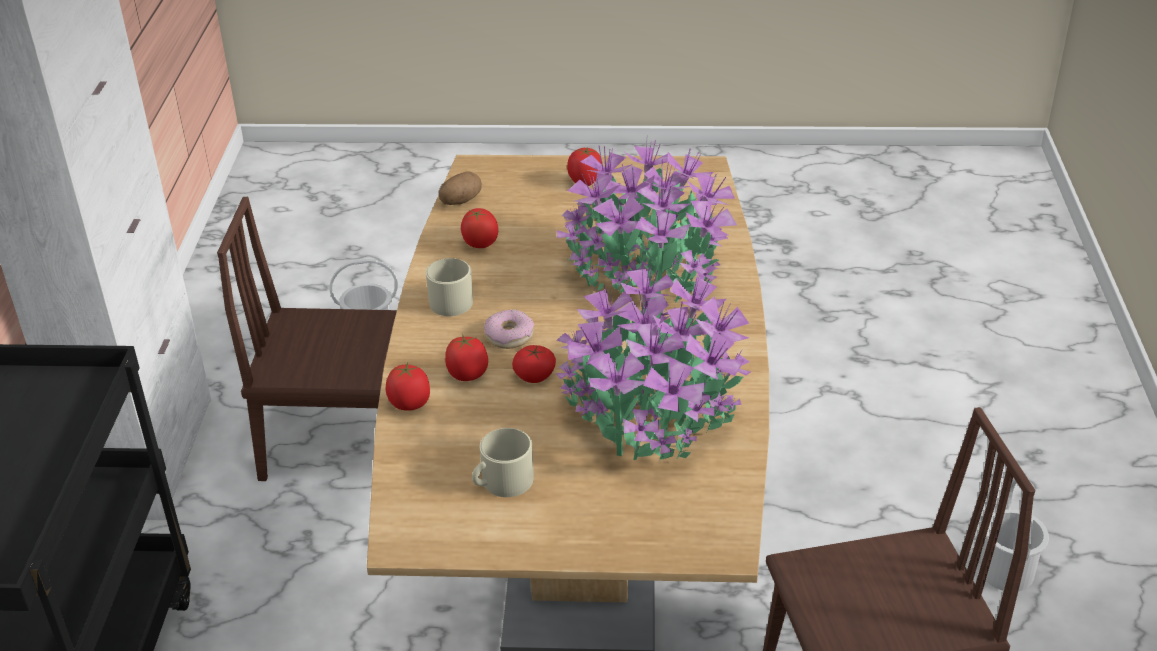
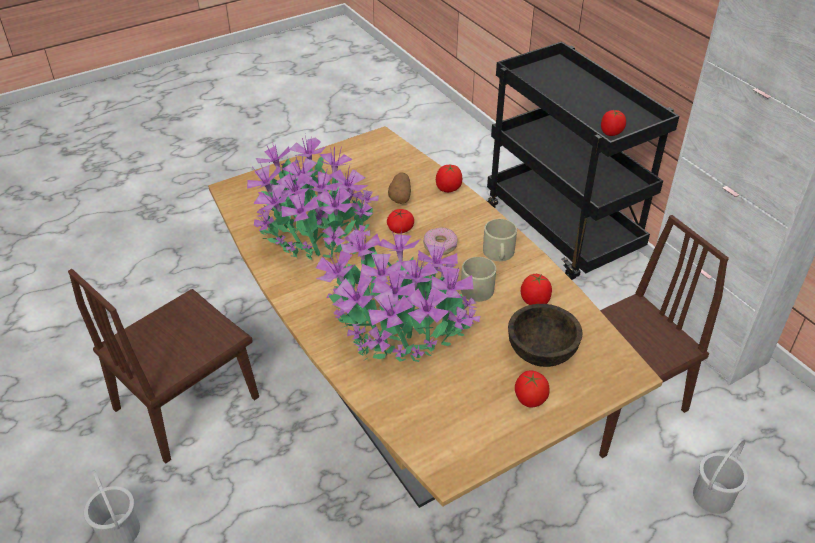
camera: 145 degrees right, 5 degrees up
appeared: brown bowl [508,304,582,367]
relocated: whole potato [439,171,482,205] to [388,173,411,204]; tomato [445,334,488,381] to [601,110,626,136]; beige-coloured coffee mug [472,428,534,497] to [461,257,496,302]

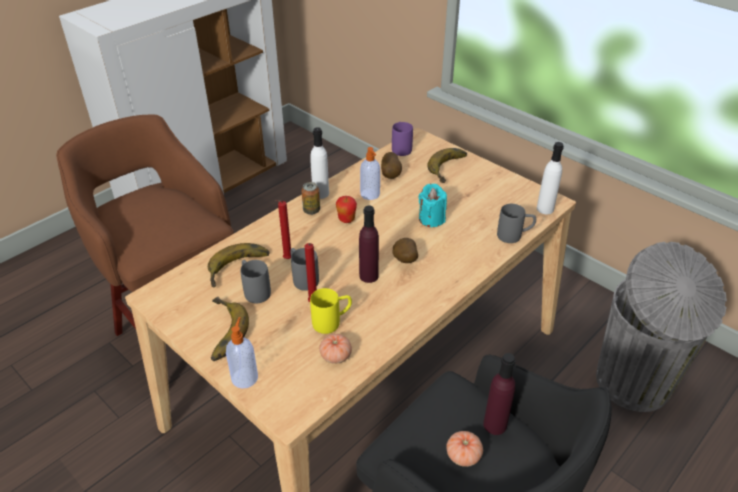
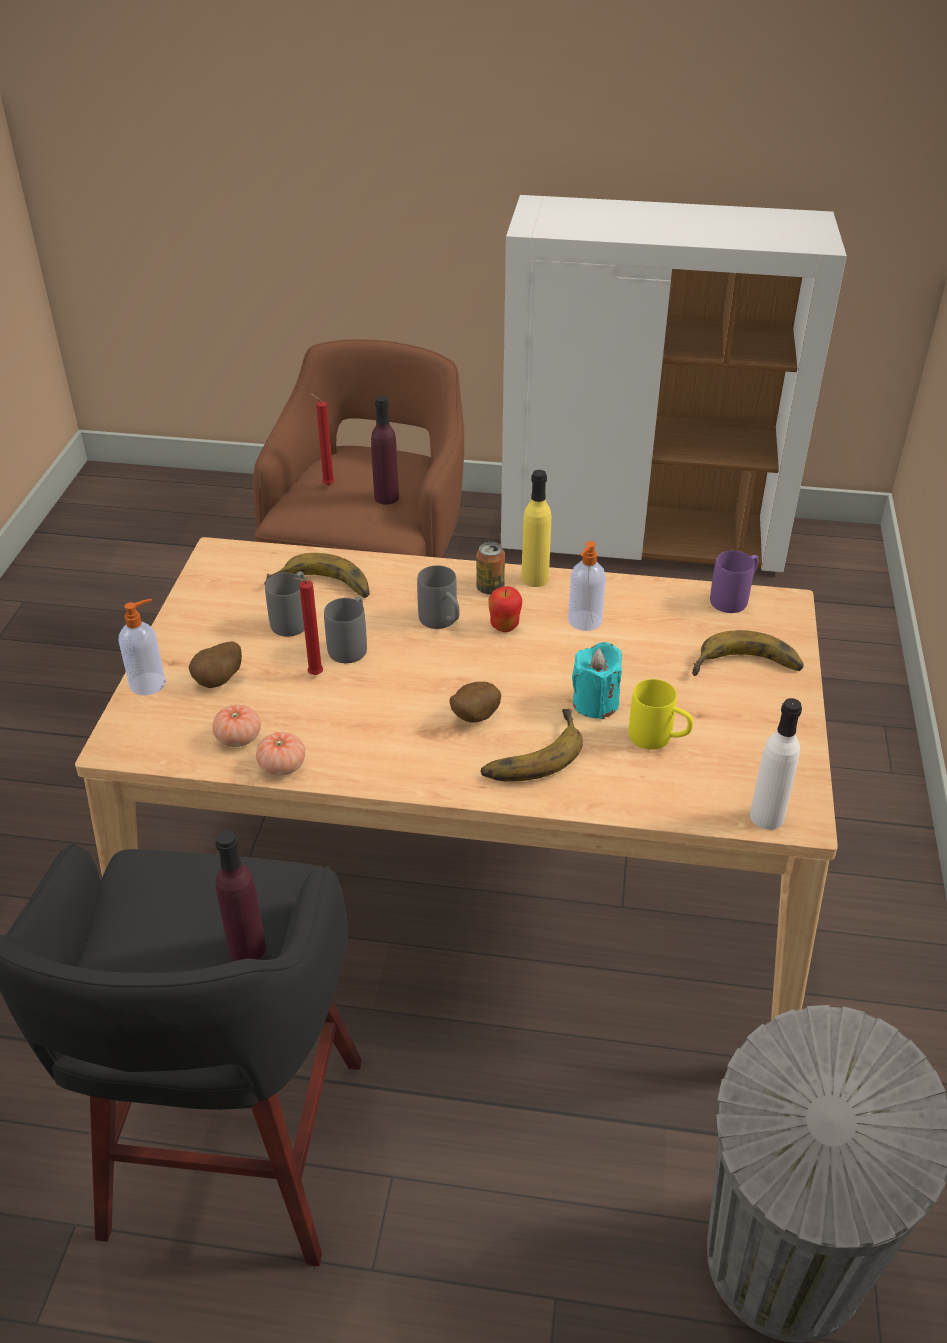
camera: 55 degrees right, 0 degrees up
relocated: banana fruit [211,297,249,361] to [480,709,583,782]; red-coloured candle [275,200,291,259] to [310,393,335,485]; yellow-coloured coffee mug [310,288,352,334] to [629,679,693,750]; purple-coloured drink bottle [359,205,379,283] to [371,396,399,505]; whole potato [381,152,402,179] to [189,641,242,688]; tomato [446,431,483,467] to [256,732,305,776]; greyish coffee mug [497,204,536,243] to [417,565,460,629]
colour: whitish drink bottle [310,127,329,199] to yellow-coloured drink bottle [522,470,551,587]

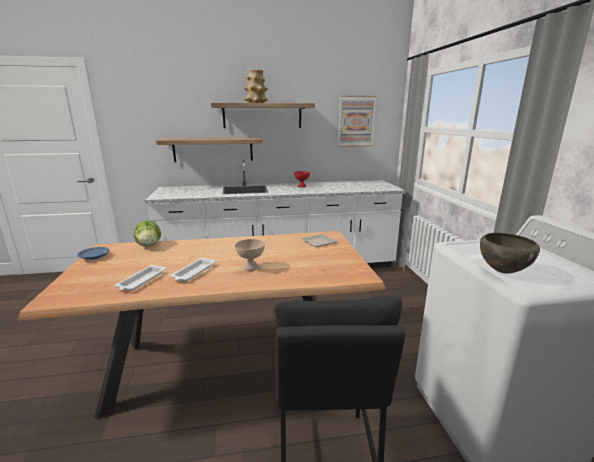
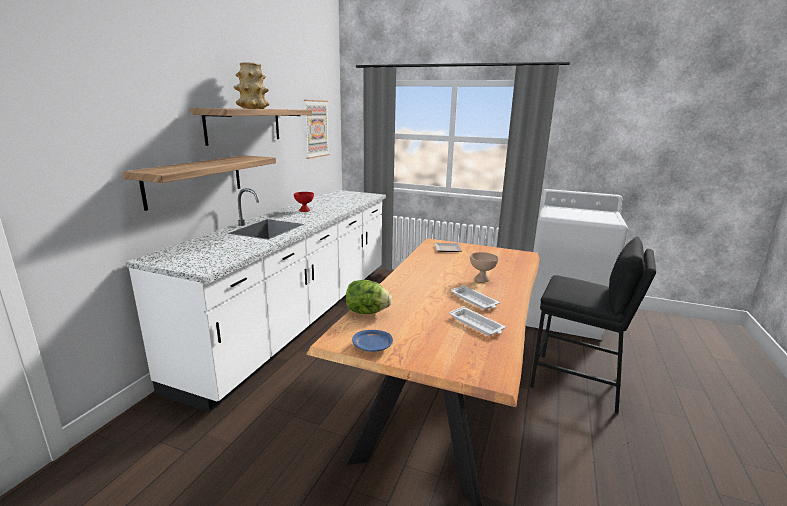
camera: 60 degrees left, 0 degrees up
missing: brown bowl [480,233,540,274]

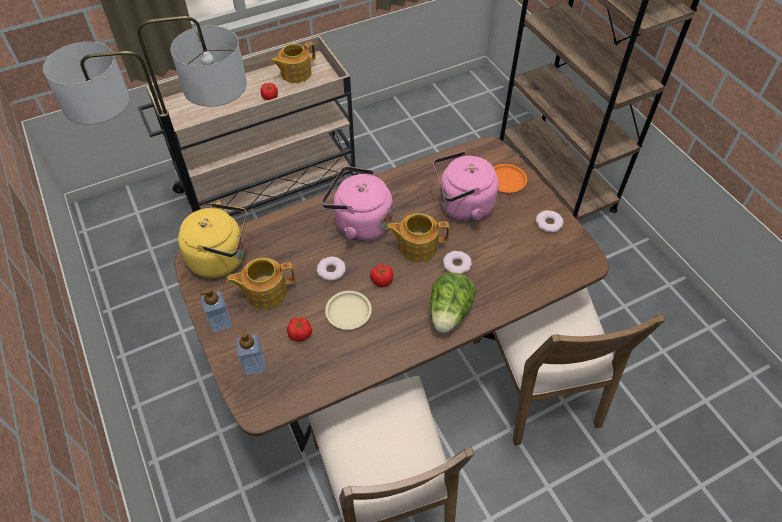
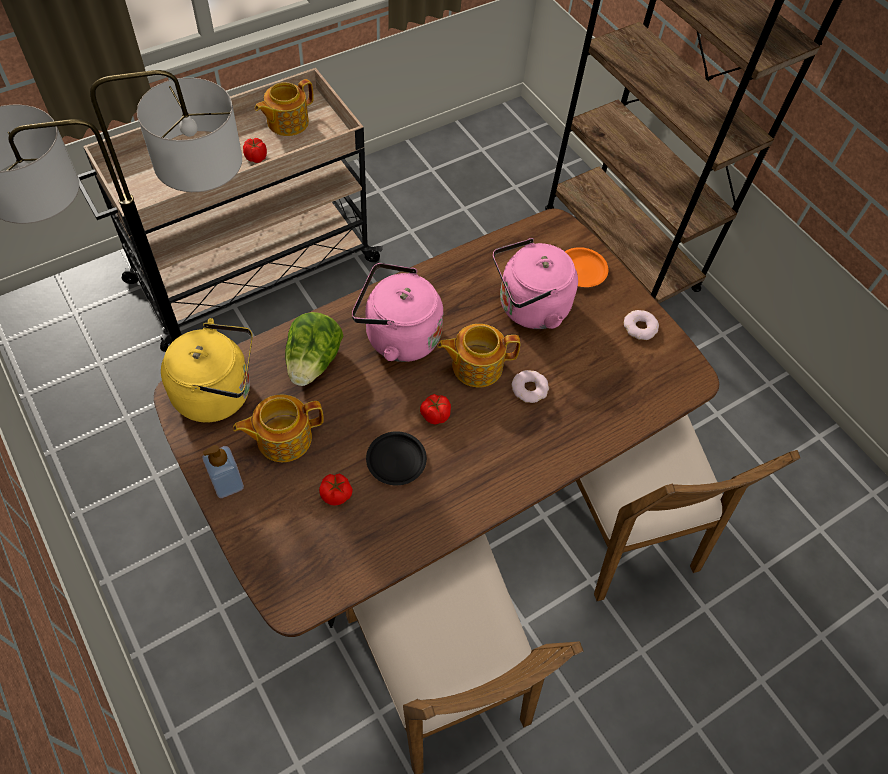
camera: 10 degrees left, 5 degrees up
missing: soap bottle [236,327,266,375]; doughnut [317,257,346,281]
relocated: head of lettuce [430,273,476,333] to [285,312,343,386]
colour: beige-coloured flat dish [325,291,372,330] to blackish flat dish [366,431,427,485]

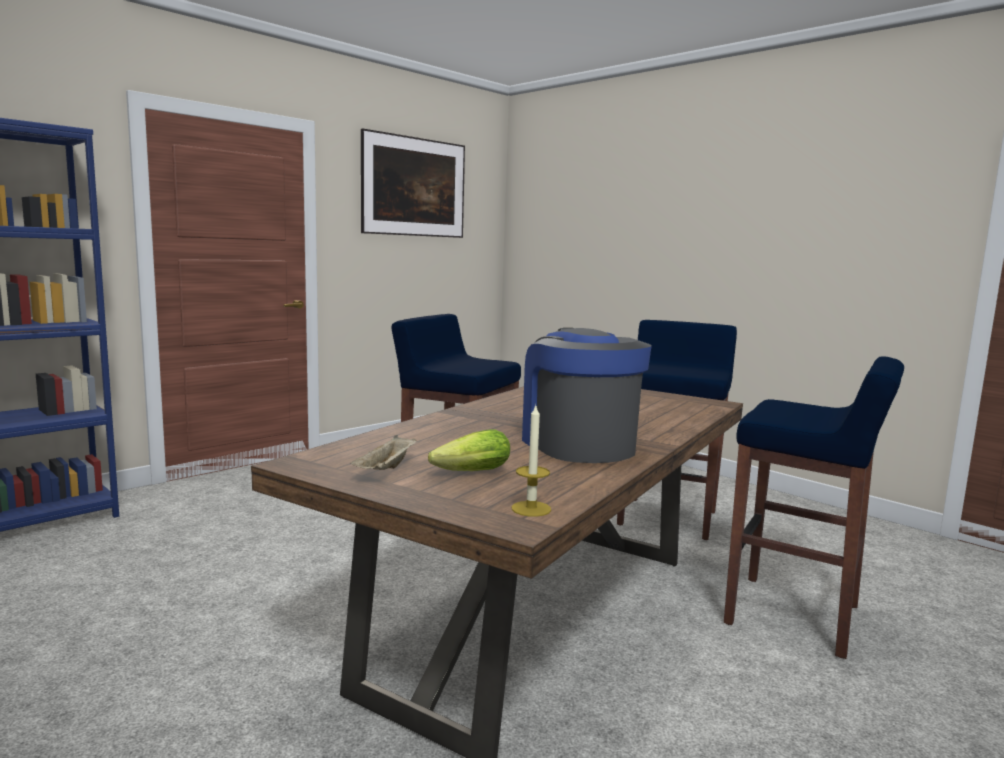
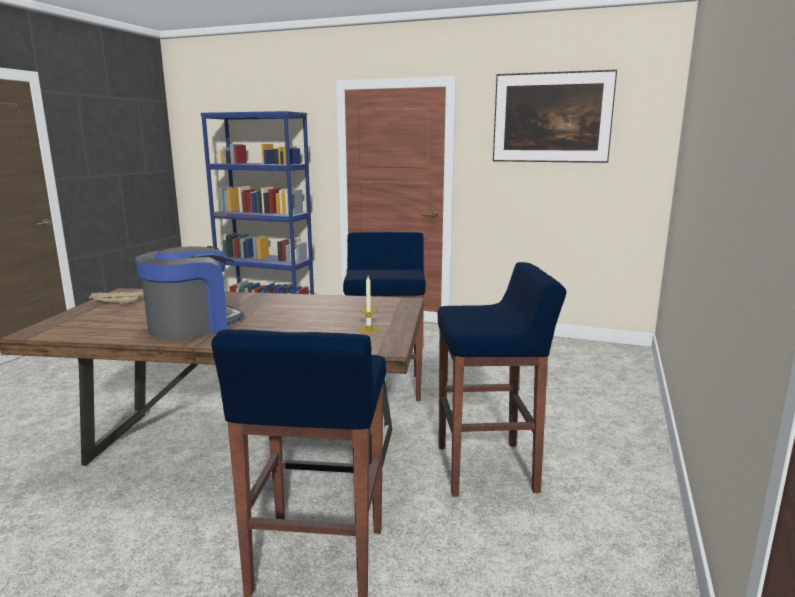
camera: 65 degrees right, 5 degrees up
missing: head of lettuce [428,429,510,471]
relocated: candle [511,403,551,517] to [359,276,379,334]

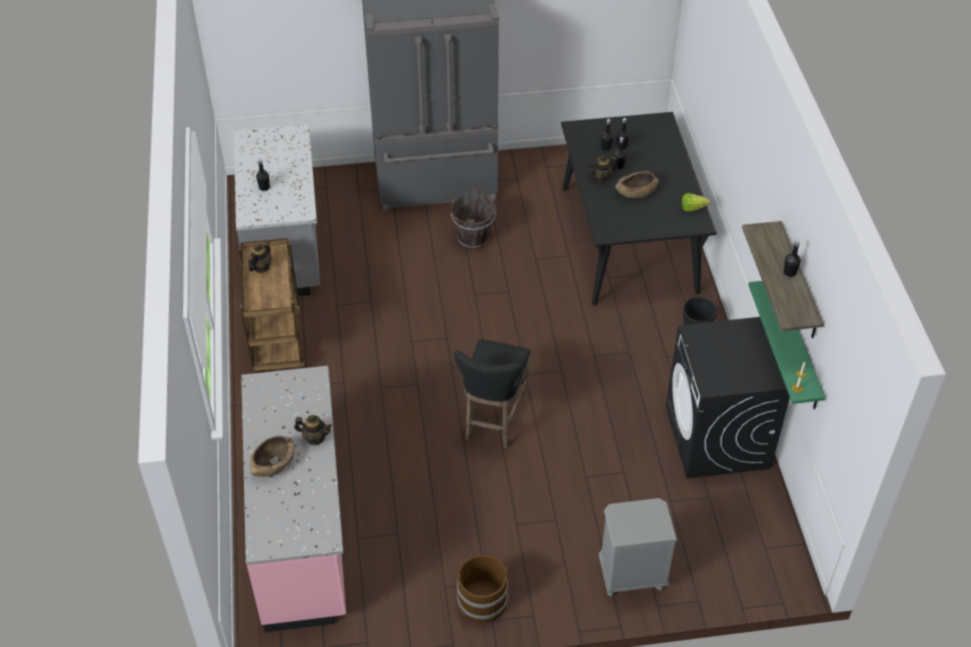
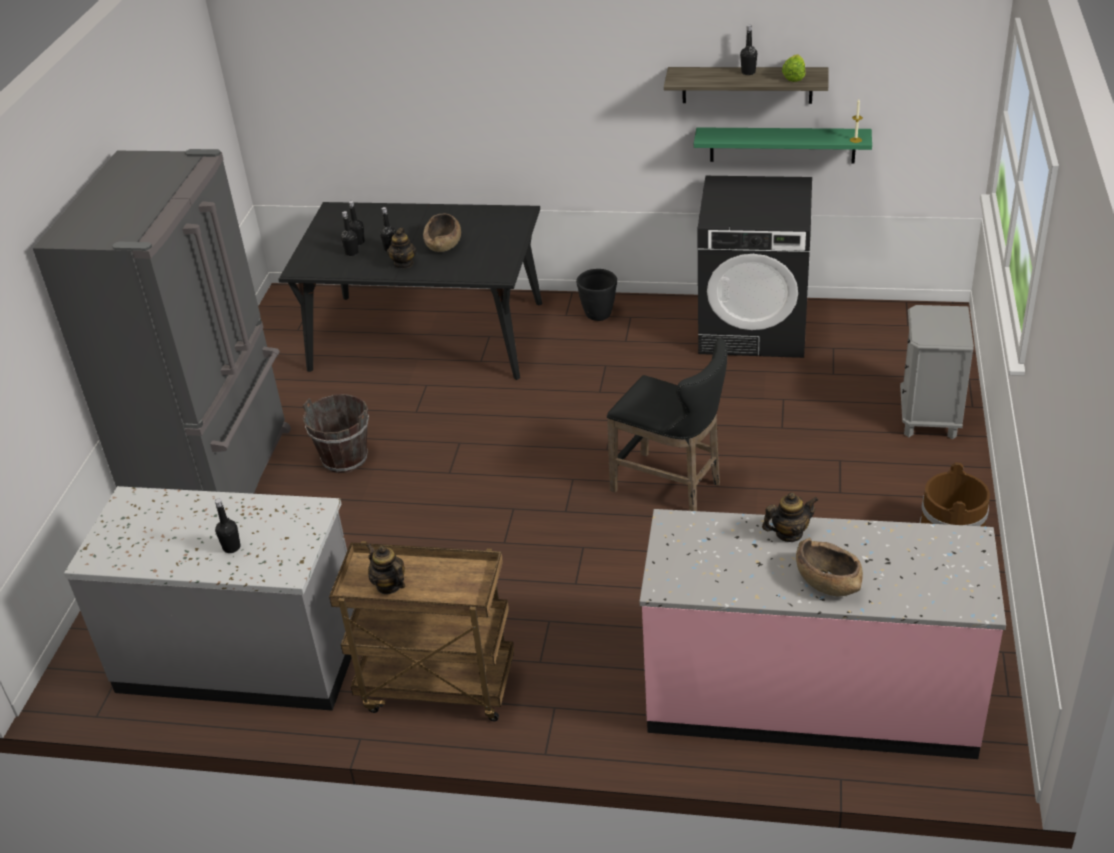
camera: 70 degrees left, 10 degrees down
relocated: head of lettuce [682,193,710,212] to [782,54,805,82]
spun: tea pot [294,415,332,445] = [762,492,818,542] 45 degrees clockwise

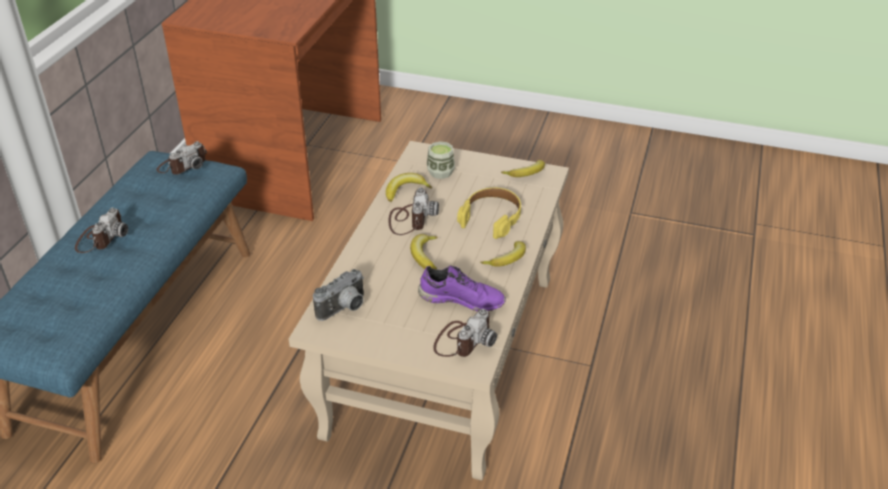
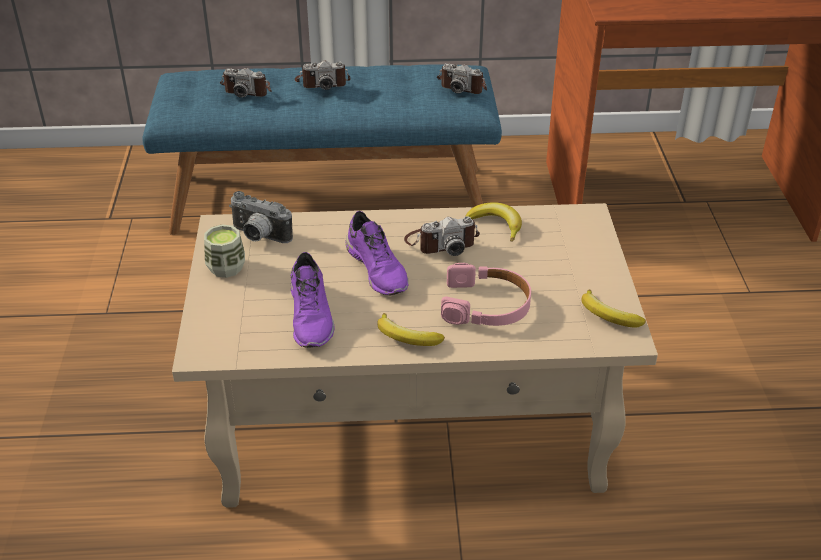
camera: 70 degrees right, 0 degrees up
relocated: cup [427,141,455,179] to [204,224,245,278]; photo camera [433,309,497,357] to [220,68,272,98]
exchanged: banana fruit [410,234,438,269] to purple-coloured shoe [345,211,409,295]
colour: yellow-coloured pair of headphones [457,188,521,239] to pink-coloured pair of headphones [441,263,531,326]

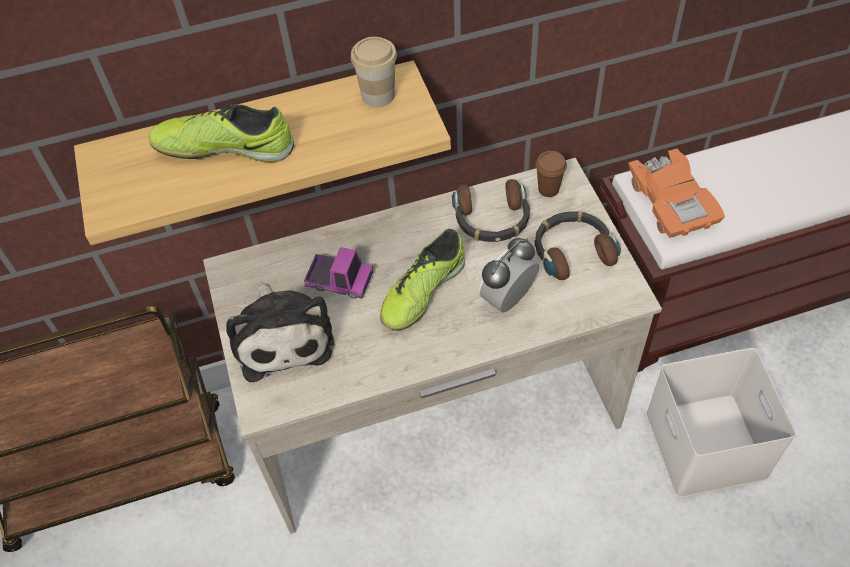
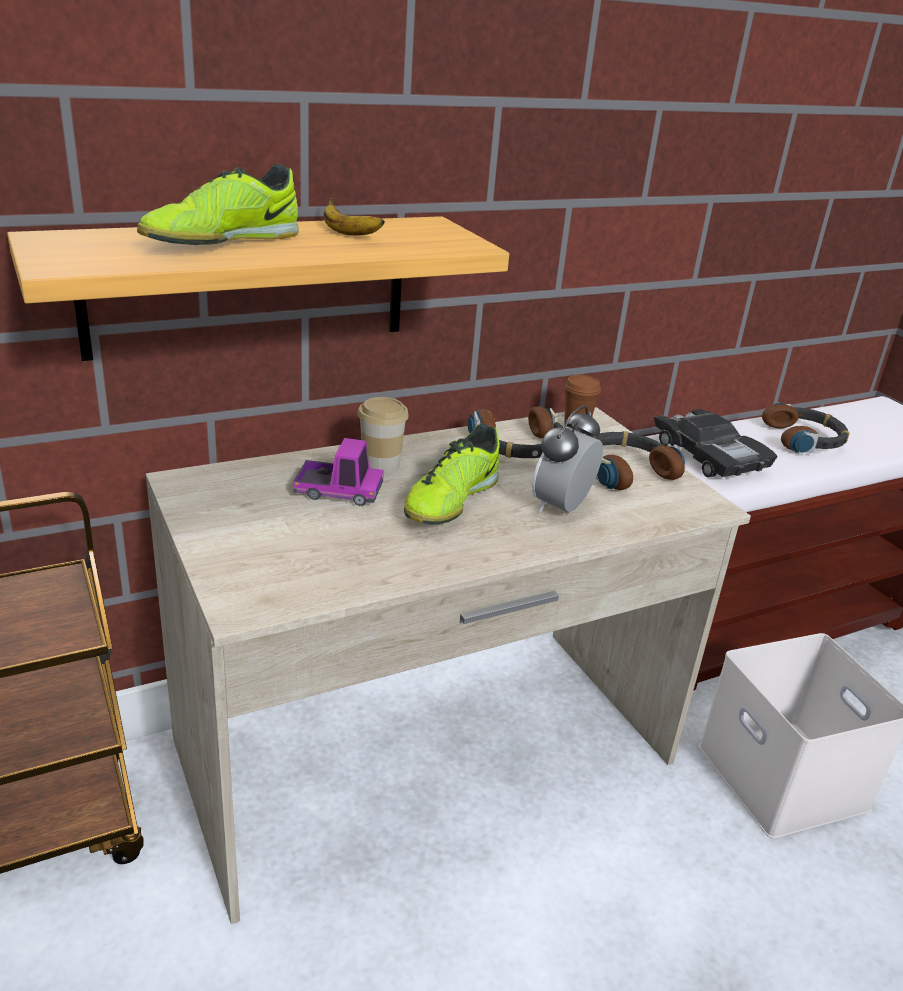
camera: 15 degrees left, 25 degrees down
missing: cuddly toy [226,283,335,382]
appeared: banana fruit [323,194,385,236]; pair of headphones [762,402,849,453]
relocated: cup [351,37,397,107] to [358,397,409,474]
colour: orange toy car [629,149,725,238] to blackish toy car [654,409,778,477]
spun: shoe [148,104,294,163] = [137,164,299,245] 45 degrees counterclockwise

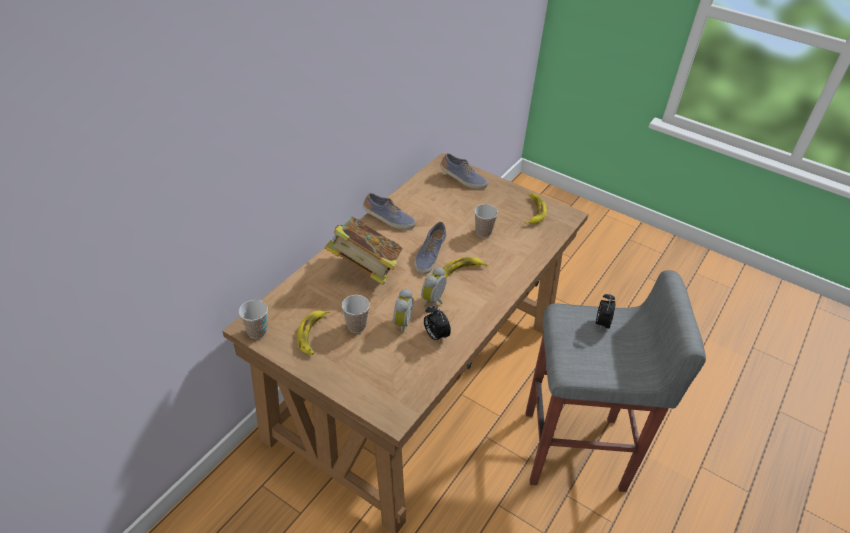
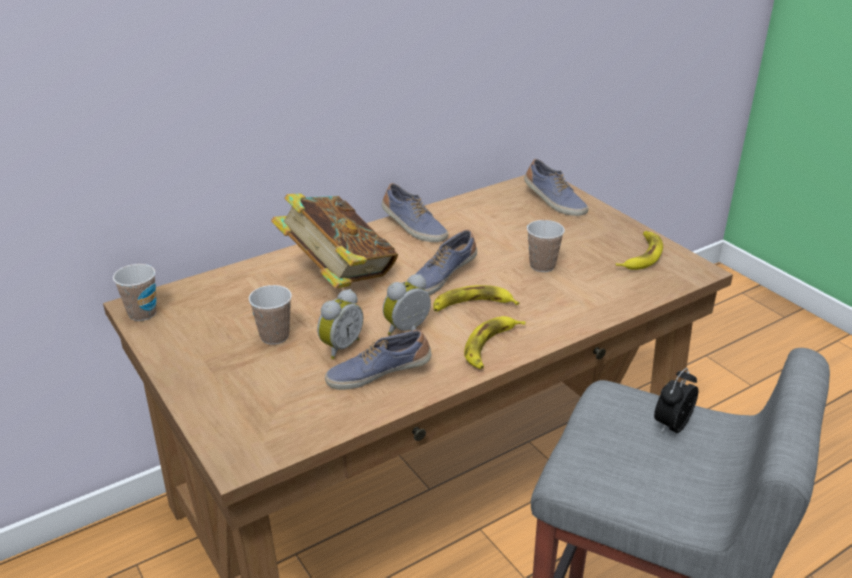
camera: 25 degrees right, 10 degrees down
relocated: banana fruit [297,310,330,355] to [464,316,525,369]
exchanged: bedside clock [424,305,451,343] to shoe [325,330,432,390]

